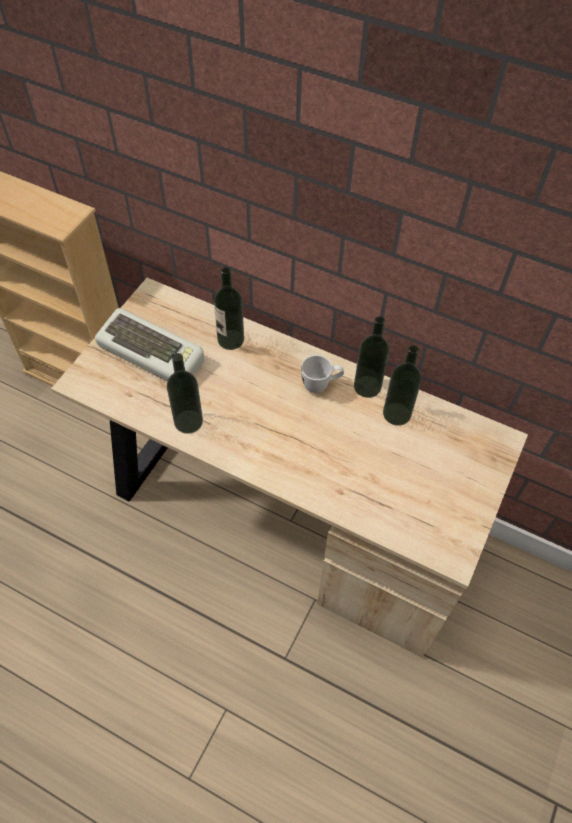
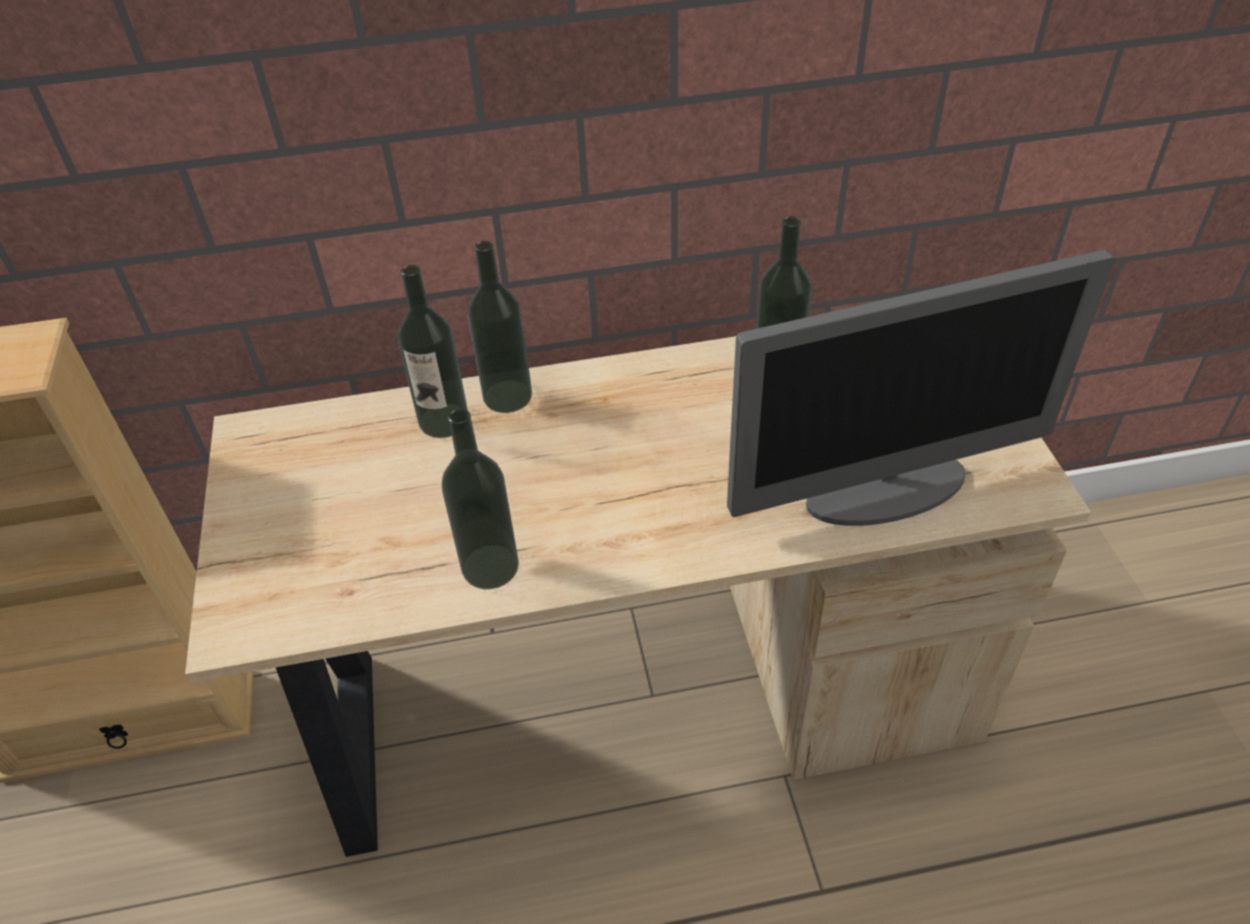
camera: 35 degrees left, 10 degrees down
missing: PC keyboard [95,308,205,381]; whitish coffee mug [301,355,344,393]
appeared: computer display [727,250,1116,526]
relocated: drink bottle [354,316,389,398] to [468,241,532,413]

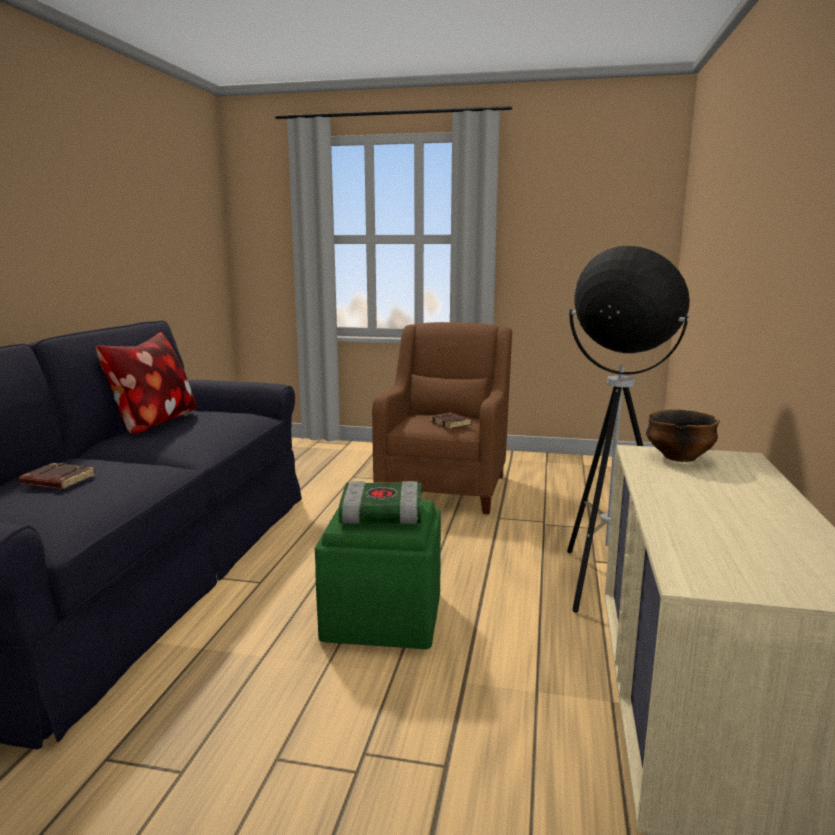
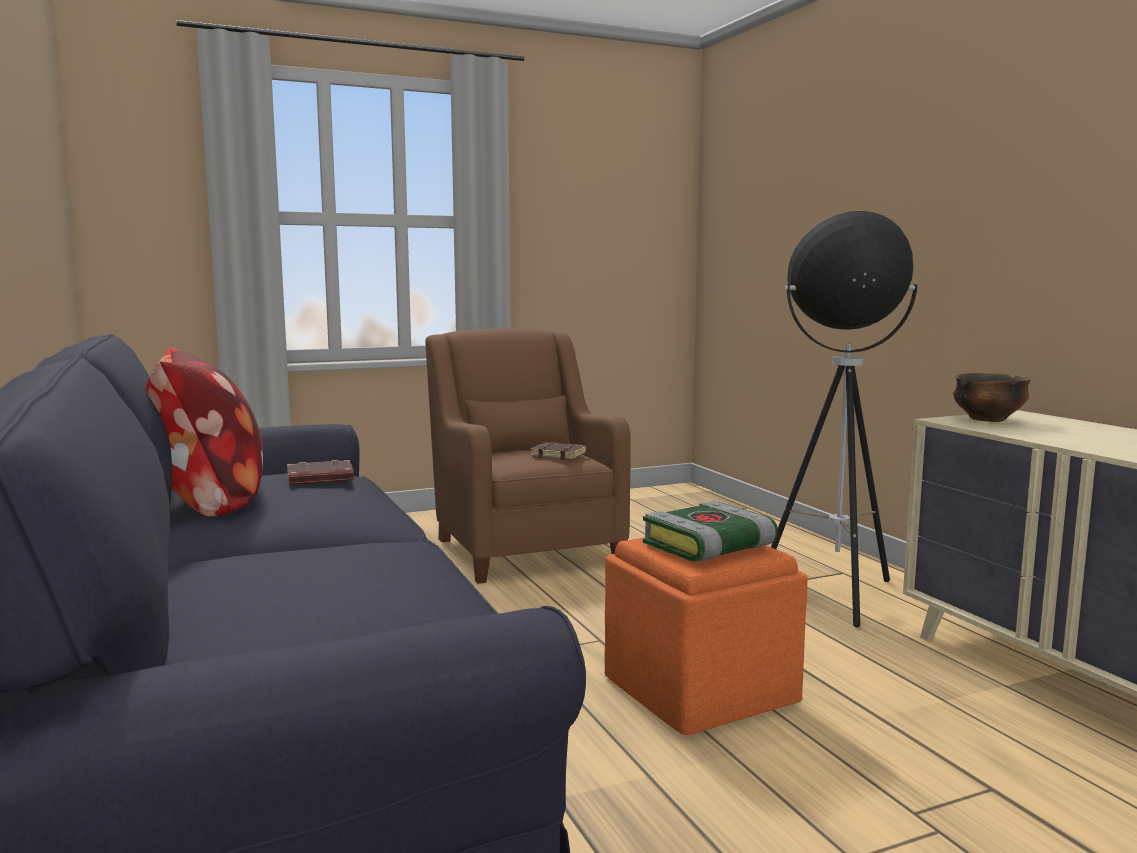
camera: 35 degrees left, 5 degrees down
relocated: brown bound book [19,463,95,489] to [287,460,354,484]
colour: green-coloured pouffe [315,500,441,649] to orange pouffe [604,537,807,735]

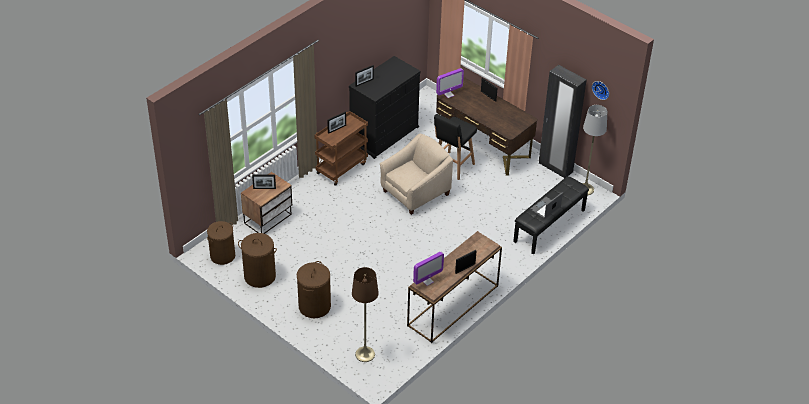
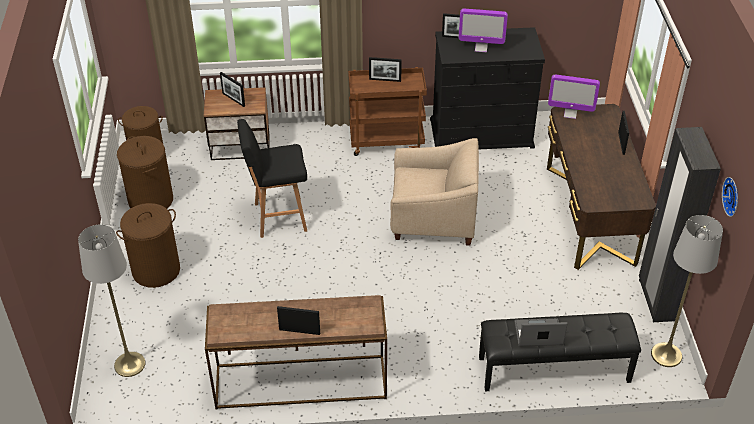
camera: 45 degrees right, 0 degrees up
relocated: computer display [413,252,444,286] to [459,9,508,52]; blackish sitting stool [434,114,477,180] to [237,119,307,238]
colour: brown floor lamp [352,267,379,362] to greyish floor lamp [78,224,146,377]

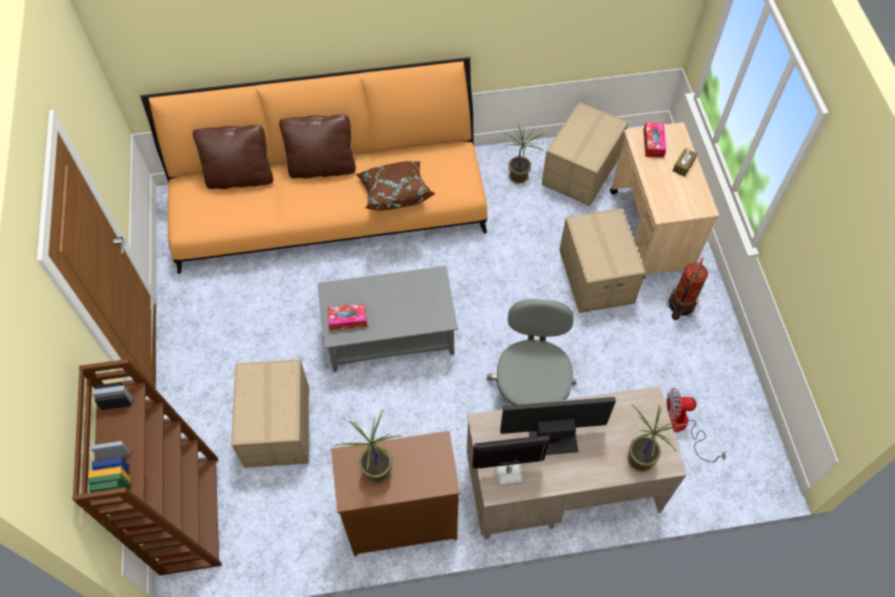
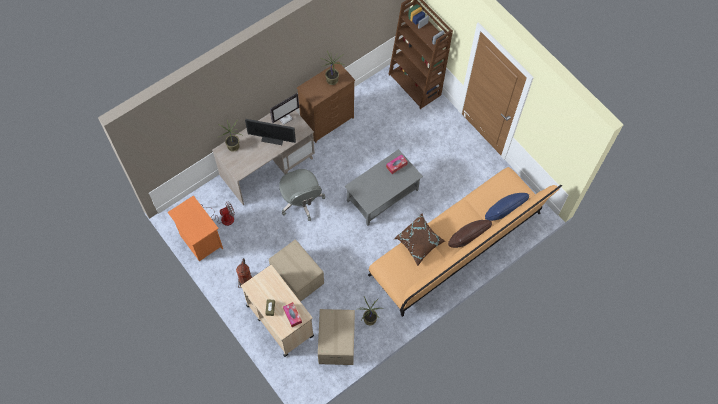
camera: 150 degrees right, 5 degrees up
missing: packing box [231,359,309,468]
appeared: orange bedside table [168,195,223,261]
colour: brown pillow [193,125,273,189] to blue-coloured pillow [485,193,529,221]
spun: computer display [500,397,616,455] = [245,119,296,145] 45 degrees clockwise

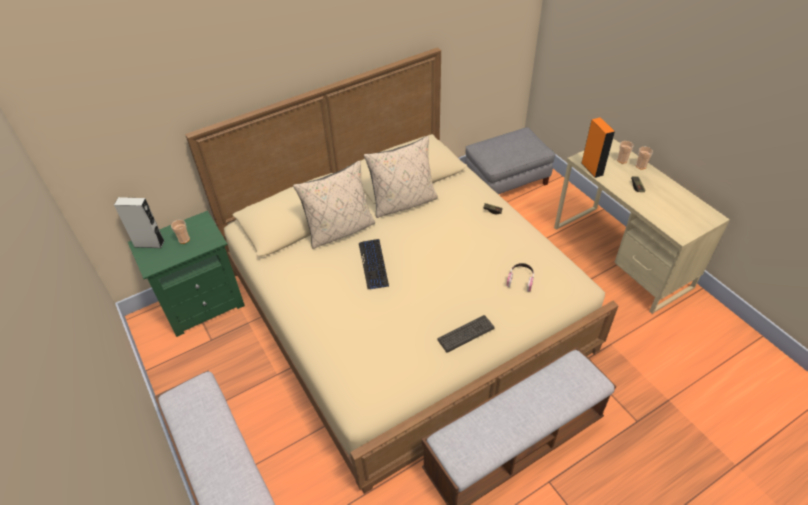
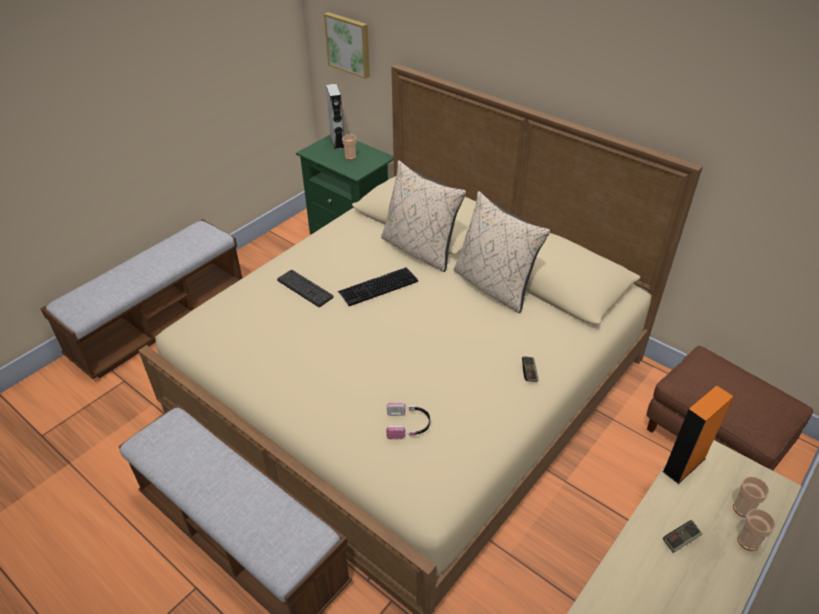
camera: 70 degrees right, 5 degrees down
appeared: wall picture [324,12,370,79]
relocated: PC keyboard [437,315,495,353] to [277,270,334,307]
colour: greyish pouffe [465,127,556,194] to brown pouffe [647,346,813,471]

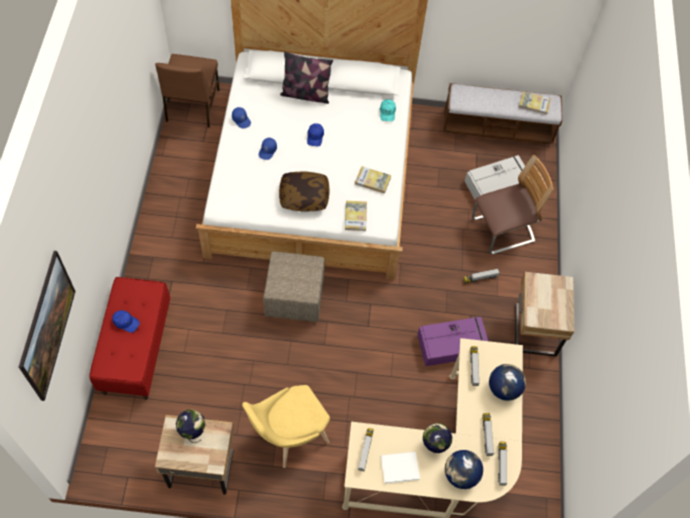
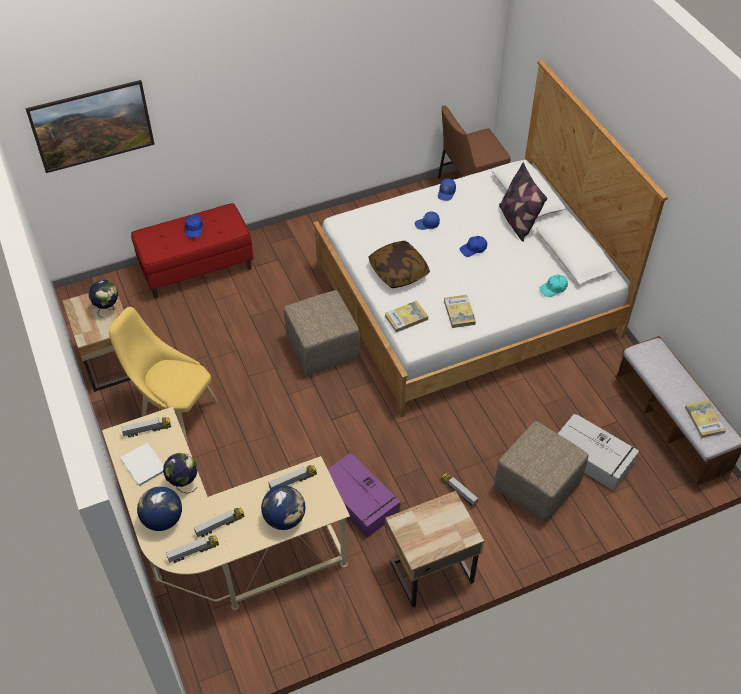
camera: 65 degrees right, 10 degrees down
exchanged: plain chair [472,155,554,254] to beige-coloured pouffe [493,421,588,523]

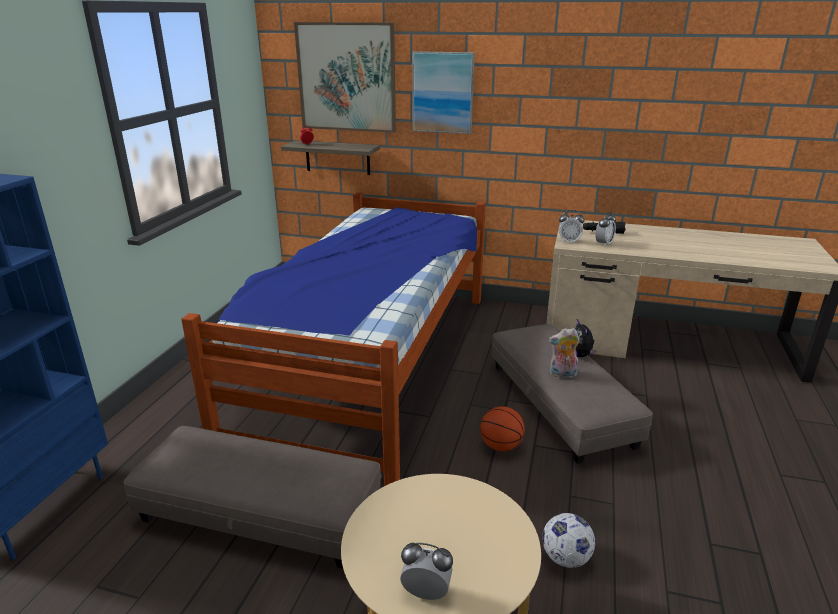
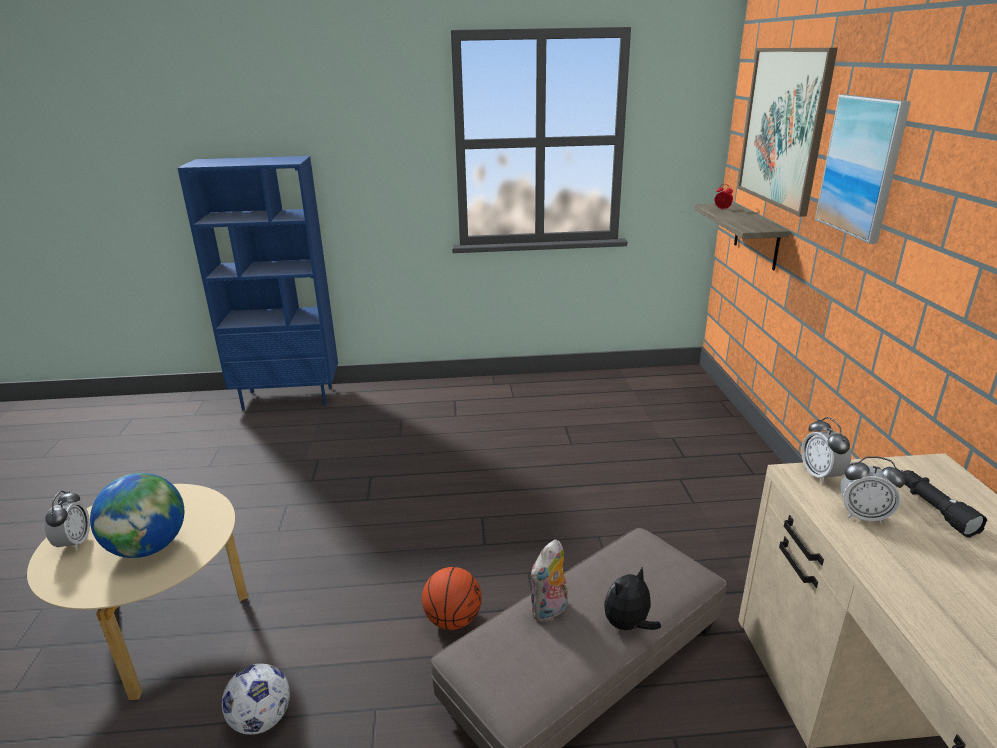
camera: 70 degrees right, 0 degrees up
missing: greyish pouffe [124,426,382,569]; sleeping bed [181,192,486,486]
appeared: world globe [90,473,184,558]
spun: cuddly toy [549,328,580,378] = [530,540,569,622] 120 degrees counterclockwise

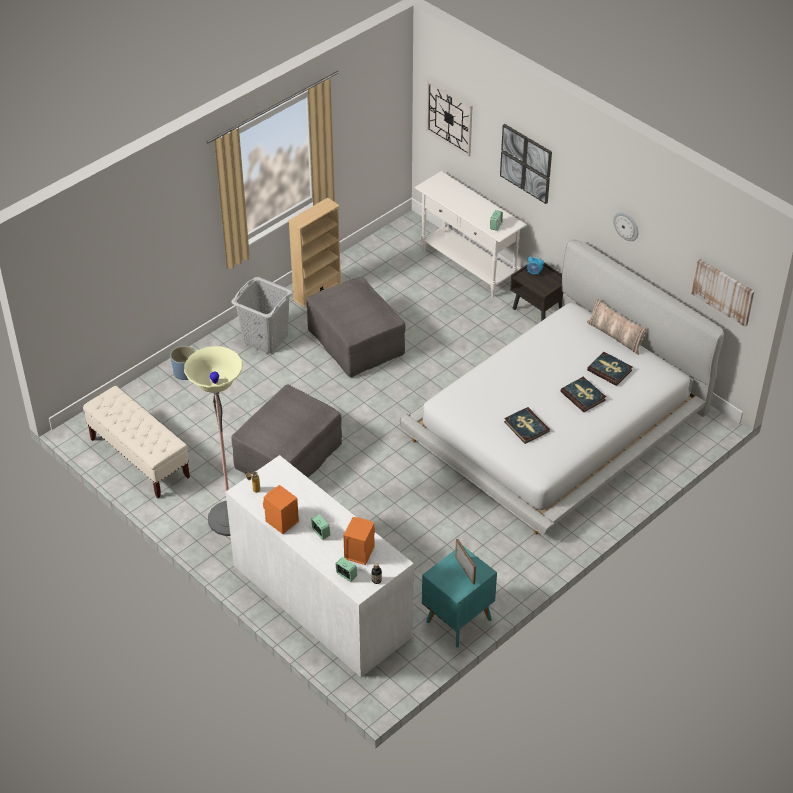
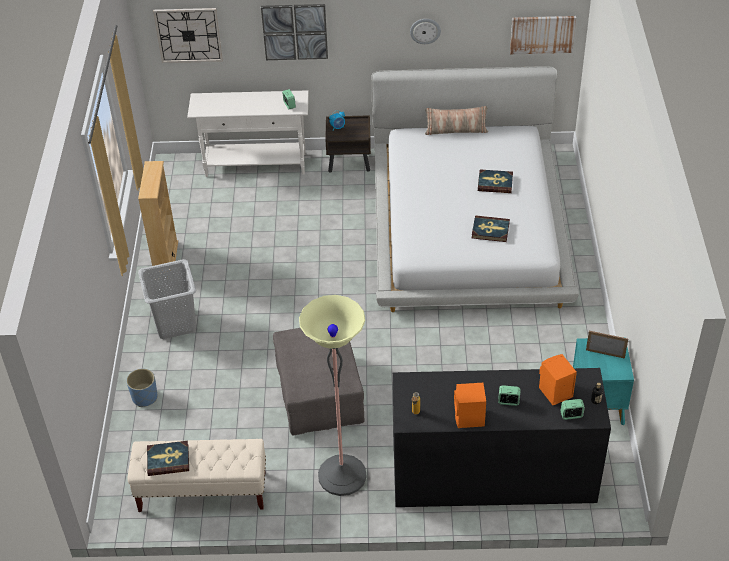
camera: 45 degrees left, 0 degrees up
missing: greyish pouffe [306,277,405,377]
relocated: bound book [587,352,632,386] to [147,441,189,476]
colour: whitish drawer chest [226,455,414,677] to blackish drawer chest [393,368,611,507]

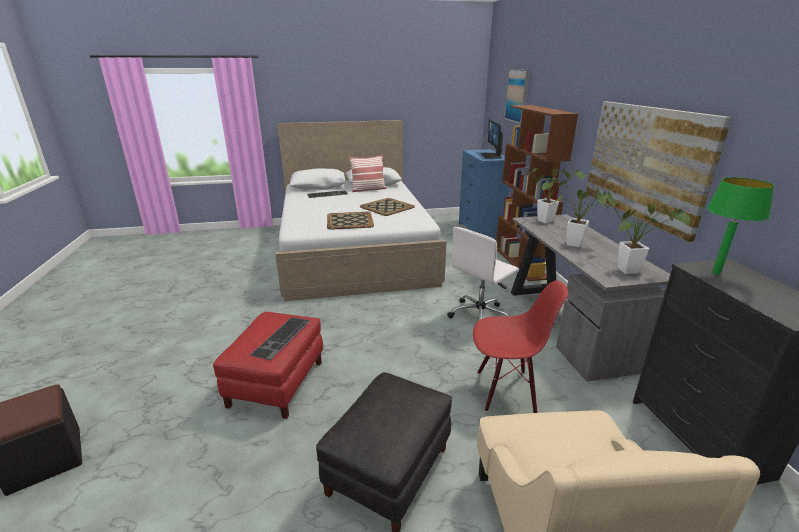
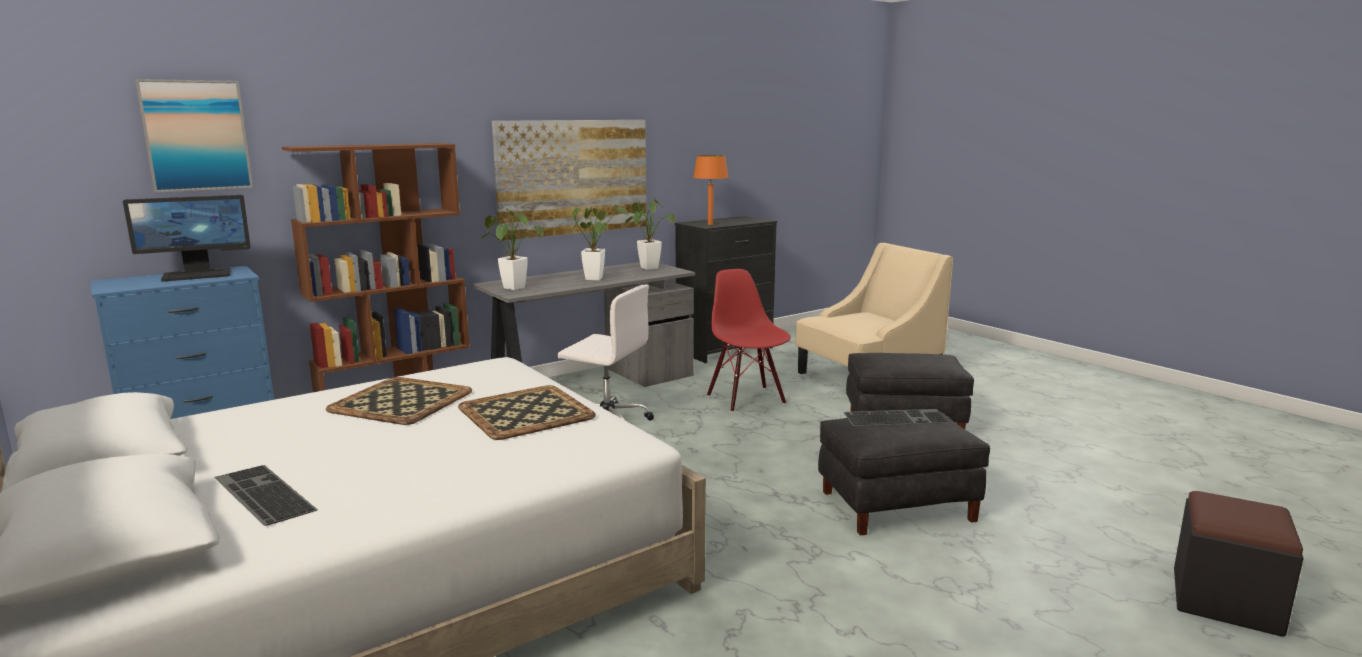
camera: 115 degrees left, 10 degrees down
missing: pillow [349,155,386,192]
colour: red-coloured pouffe [213,312,323,419] to blackish pouffe [818,412,990,535]; green-coloured lamp for a table [707,177,774,275] to orange lamp for a table [693,155,729,225]

